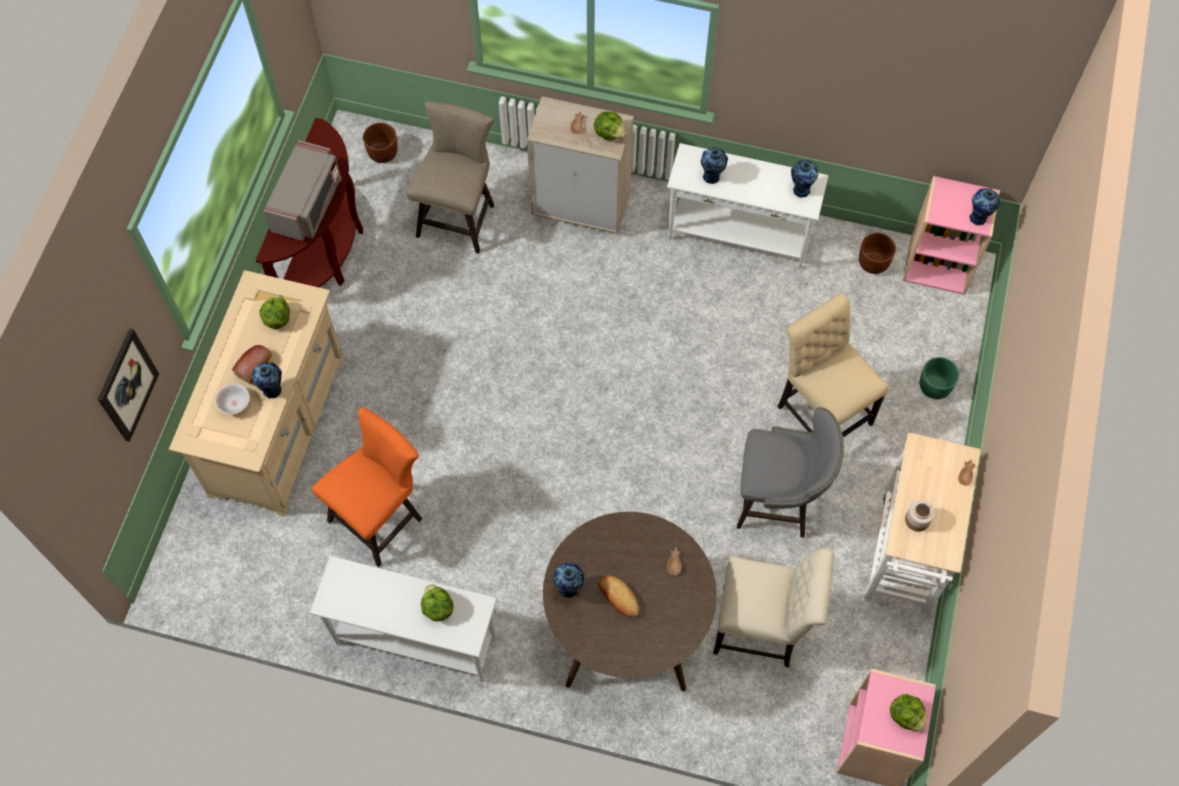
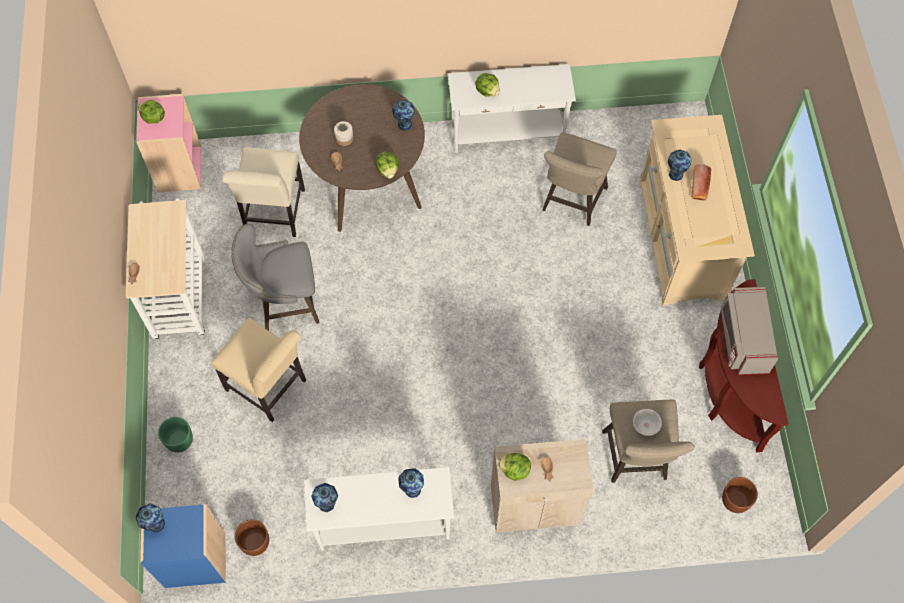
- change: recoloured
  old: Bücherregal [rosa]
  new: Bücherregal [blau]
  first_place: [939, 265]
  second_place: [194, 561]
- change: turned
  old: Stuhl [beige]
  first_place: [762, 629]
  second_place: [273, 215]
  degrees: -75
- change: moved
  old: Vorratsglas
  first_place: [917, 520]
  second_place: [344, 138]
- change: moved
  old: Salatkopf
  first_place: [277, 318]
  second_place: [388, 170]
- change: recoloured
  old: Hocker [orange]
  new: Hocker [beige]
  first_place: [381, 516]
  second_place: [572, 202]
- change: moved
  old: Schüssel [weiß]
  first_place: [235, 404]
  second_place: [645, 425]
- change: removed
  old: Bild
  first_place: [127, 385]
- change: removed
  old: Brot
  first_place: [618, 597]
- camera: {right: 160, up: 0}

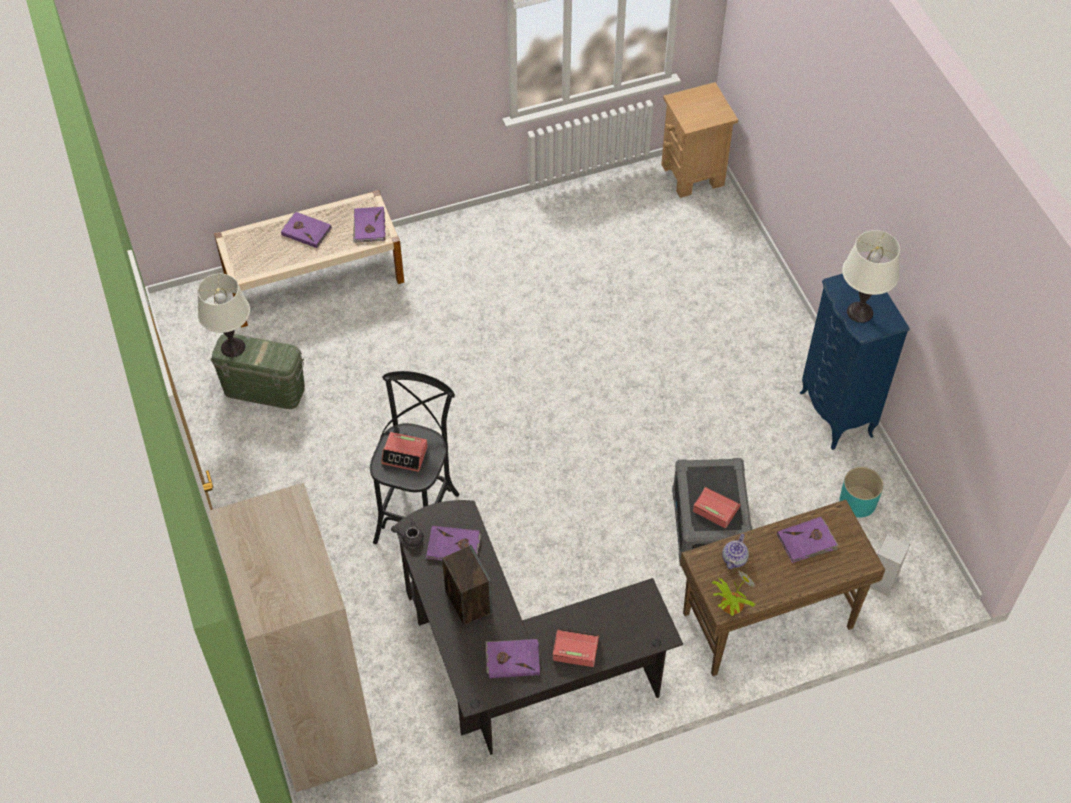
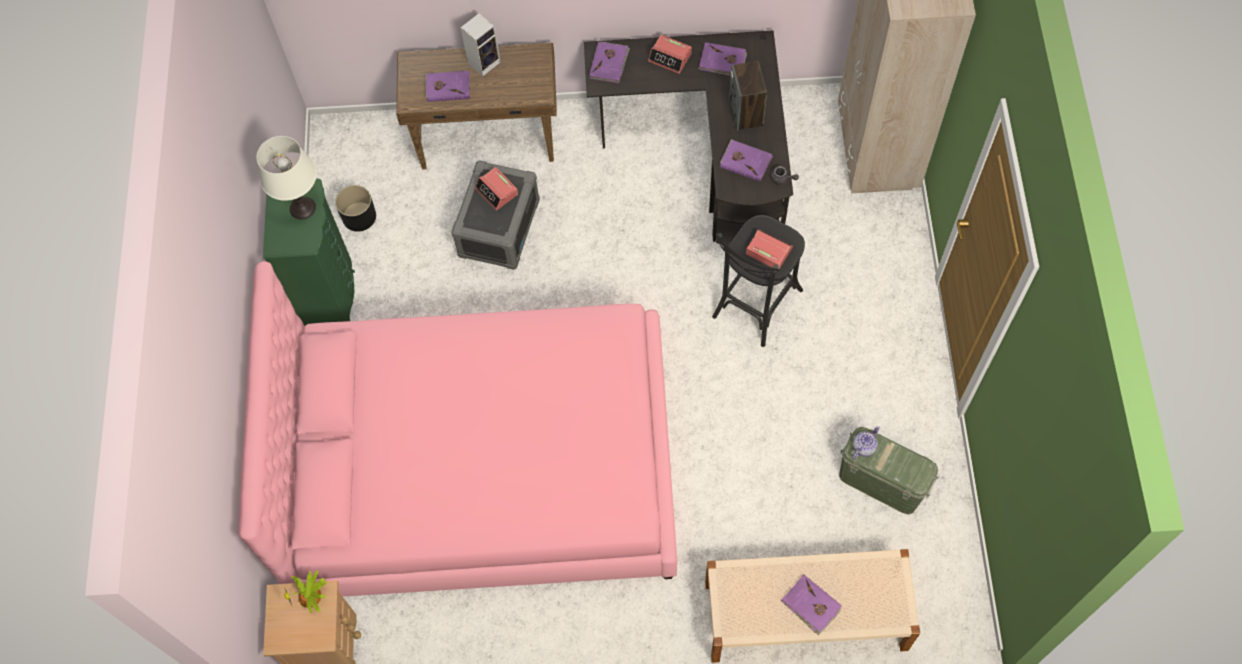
- change: added
  new: Bett [rosa]
  second_place: [482, 467]
- change: recoloured
  old: Kommode [blau]
  new: Kommode [grün]
  first_place: [833, 415]
  second_place: [334, 303]
- change: moved
  old: Topfpflanze
  first_place: [730, 604]
  second_place: [311, 596]
- change: recoloured
  old: Pflanzkübel [türkis]
  new: Pflanzkübel [schwarz]
  first_place: [857, 502]
  second_place: [359, 216]
- change: moved
  old: Lautsprecher
  first_place: [882, 582]
  second_place: [484, 61]
- change: moved
  old: Buch [lila]
  first_place: [369, 226]
  second_place: [609, 63]
- change: moved
  old: Teekanne
  first_place: [734, 559]
  second_place: [863, 446]
- change: removed
  old: Tischlampe [weiß]
  first_place: [232, 347]
- camera: {right: -160, up: 10}

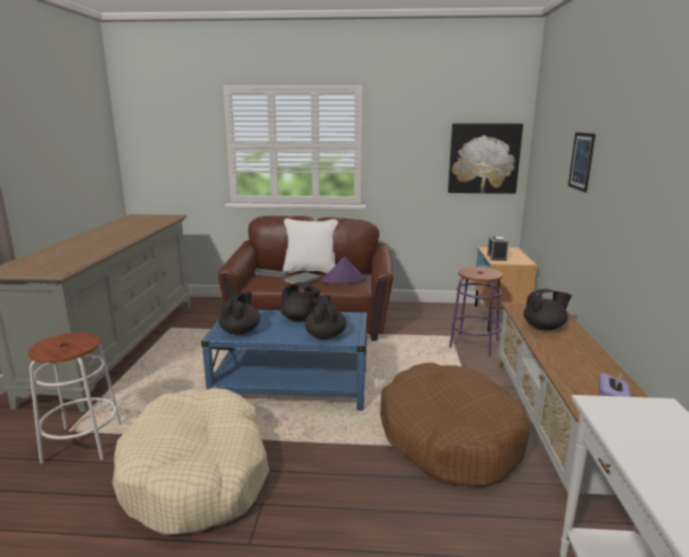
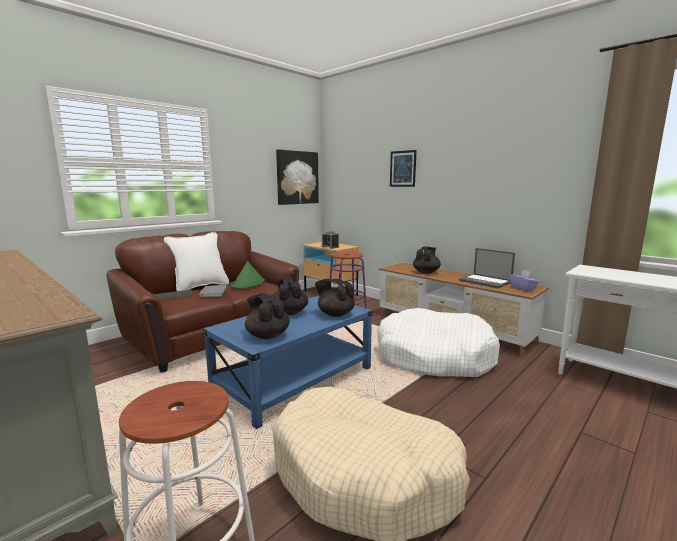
- change: recoloured
  old: Hut [lila]
  new: Hut [grün]
  first_place: [343, 280]
  second_place: [248, 284]
- change: turned
  old: Teekanne [schwarz]
  first_place: [300, 319]
  second_place: [289, 312]
  degrees: -90
- change: recoloured
  old: Hundebett [braun]
  new: Hundebett [weiß]
  first_place: [449, 438]
  second_place: [434, 356]
- change: added
  new: Laptop
  second_place: [486, 281]
- camera: {right: -50, up: -5}

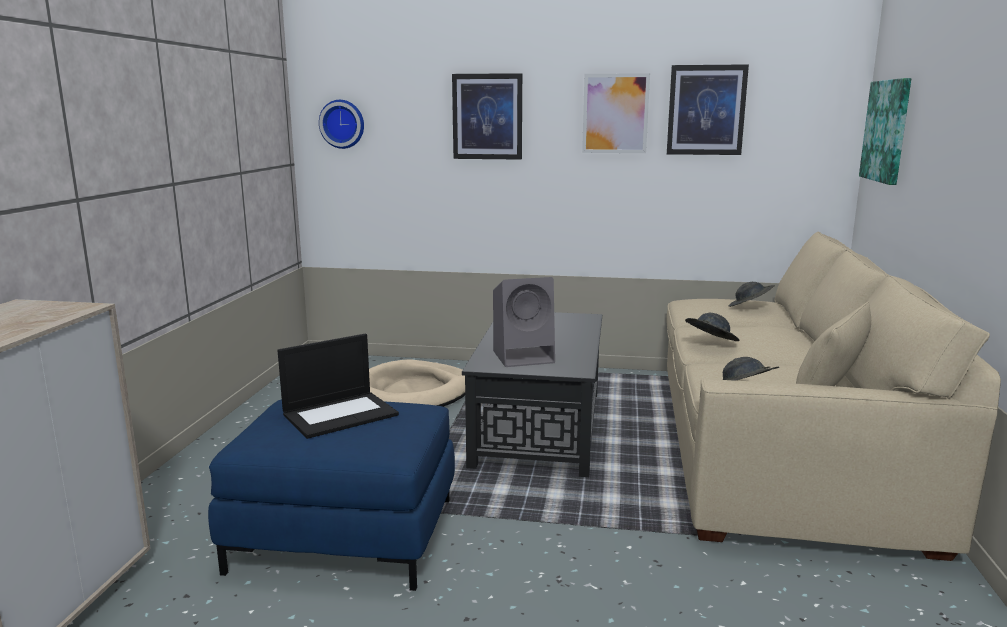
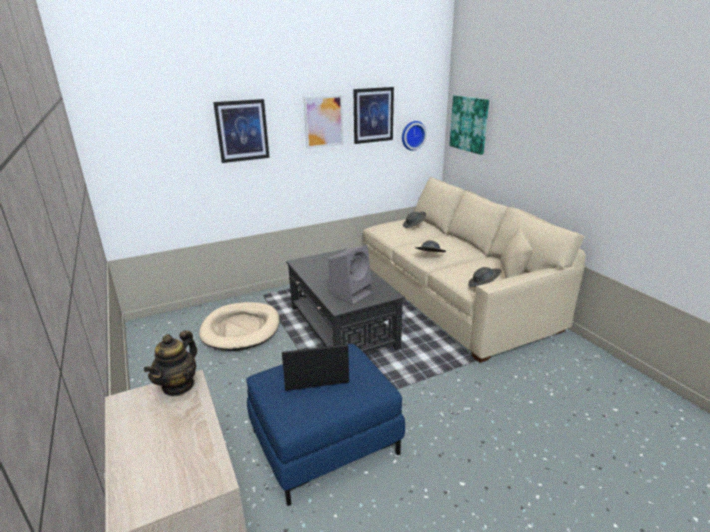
- change: added
  new: Teekanne
  second_place: [178, 386]
- change: turned
  old: Laptop
  first_place: [341, 414]
  second_place: [314, 374]
  degrees: -120
- change: moved
  old: Wanduhr
  first_place: [343, 124]
  second_place: [412, 135]
- camera: {right: -35, up: 10}

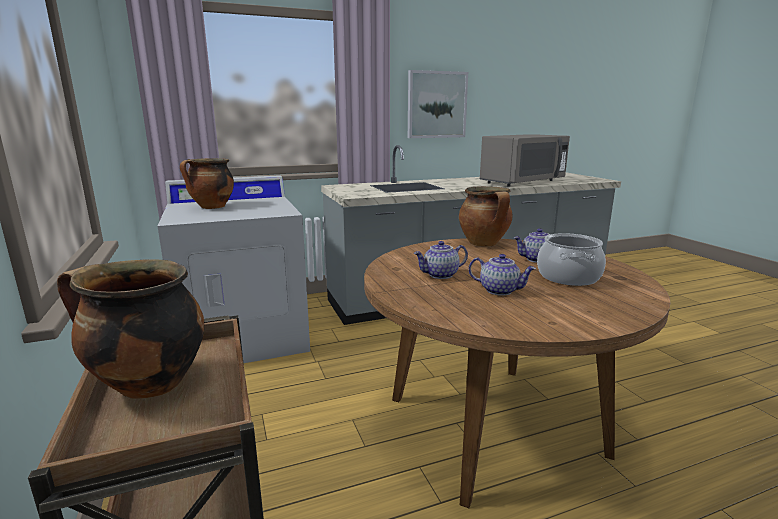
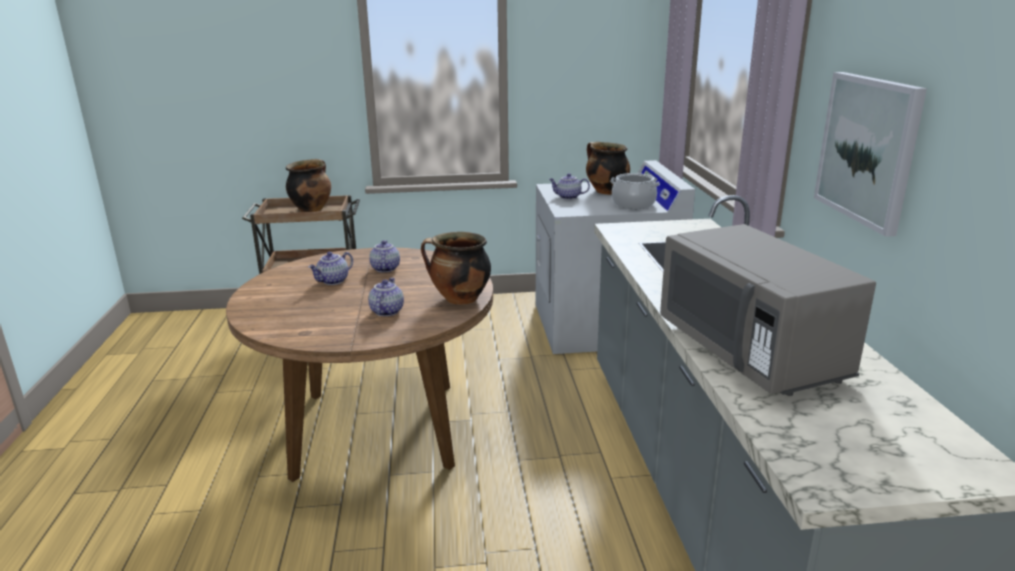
- change: added
  new: Teekanne
  second_place: [568, 197]
- change: moved
  old: Kochtopf
  first_place: [568, 277]
  second_place: [633, 204]
- camera: {right: 105, up: 5}

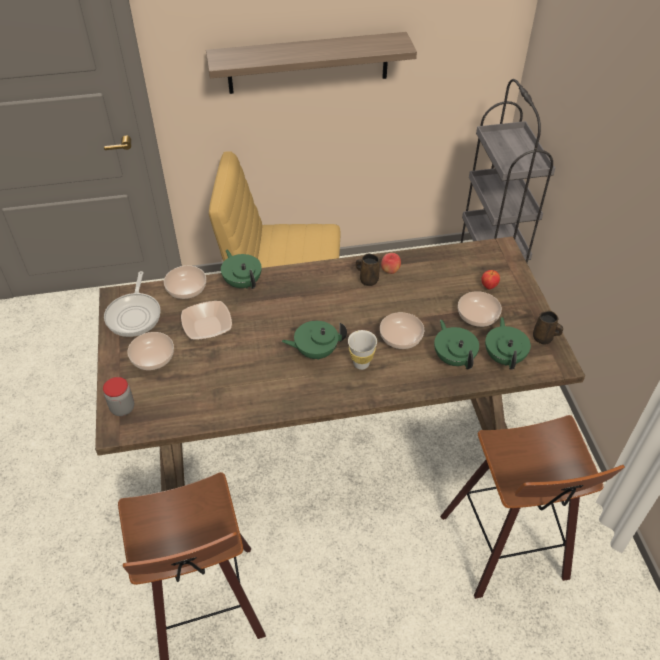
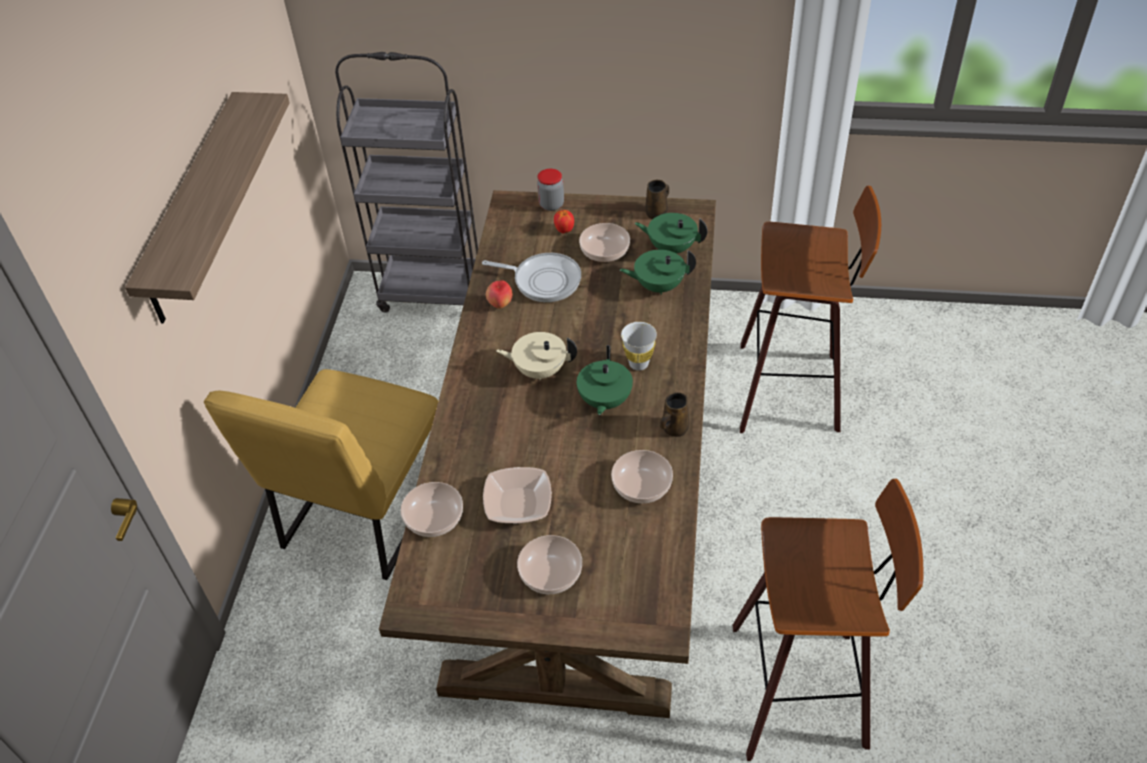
- change: moved
  old: Pfanne
  first_place: [134, 315]
  second_place: [543, 280]
- change: added
  new: Teekanne [beige]
  second_place: [539, 370]
- change: moved
  old: Vorratsglas
  first_place: [122, 408]
  second_place: [551, 204]
- change: moved
  old: Schüssel
  first_place: [400, 338]
  second_place: [643, 485]
- change: moved
  old: Henkelbecher [braun]
  first_place: [368, 280]
  second_place: [674, 429]
- change: removed
  old: Teekanne [grün]
  first_place: [243, 282]
- camera: {right: -70, up: 0}

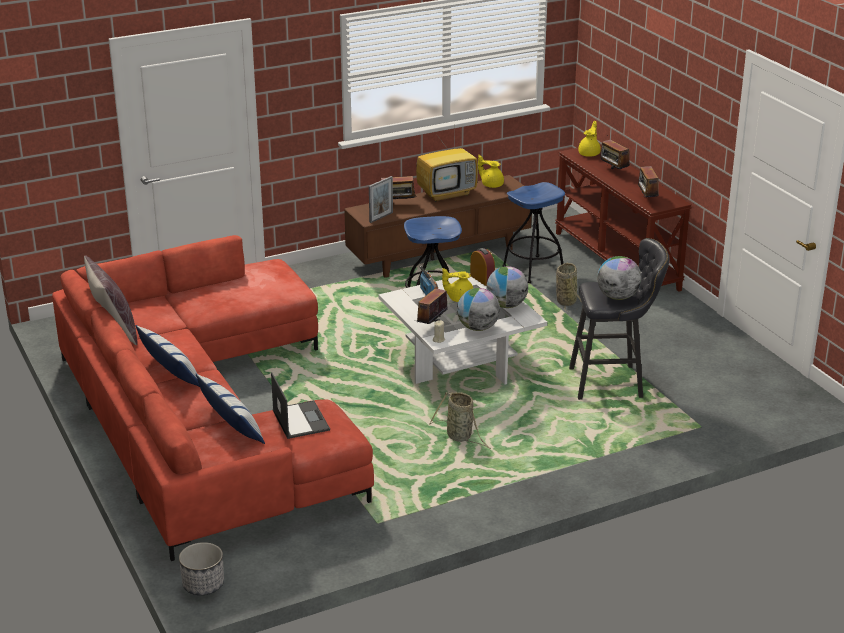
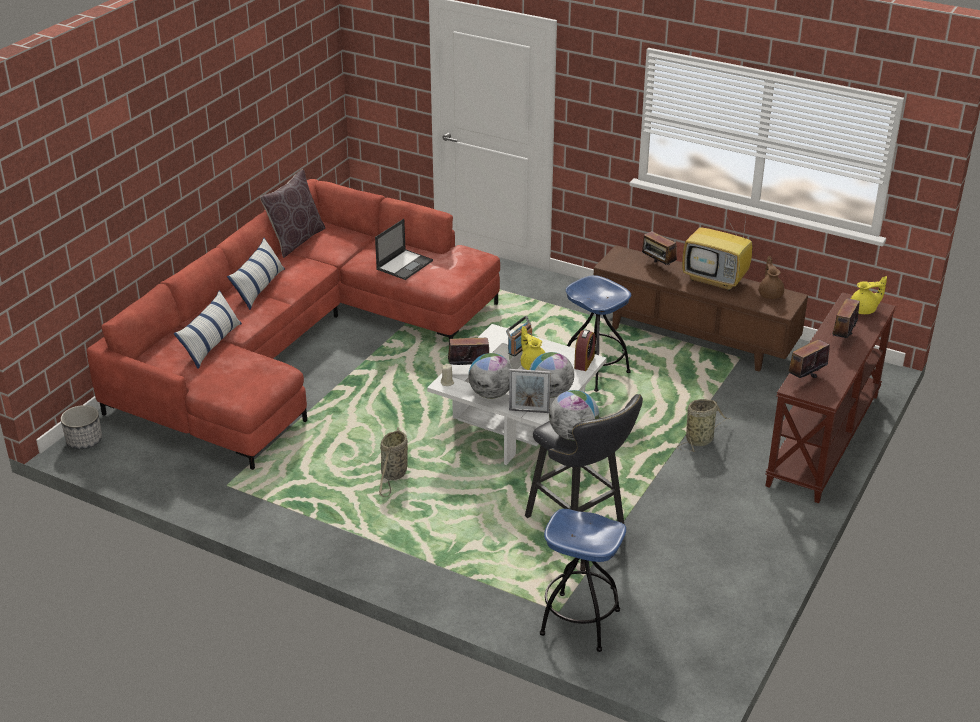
- change: moved
  old: Laptop
  first_place: [300, 420]
  second_place: [404, 264]
- change: moved
  old: Bilderrahmen
  first_place: [381, 217]
  second_place: [529, 411]
- change: moved
  old: Hocker [blau]
  first_place: [533, 269]
  second_place: [579, 621]
- change: recoloured
  old: Teekanne [gelb]
  new: Teekanne [braun]
  first_place: [491, 184]
  second_place: [770, 294]
- camera: {right: 55, up: 5}

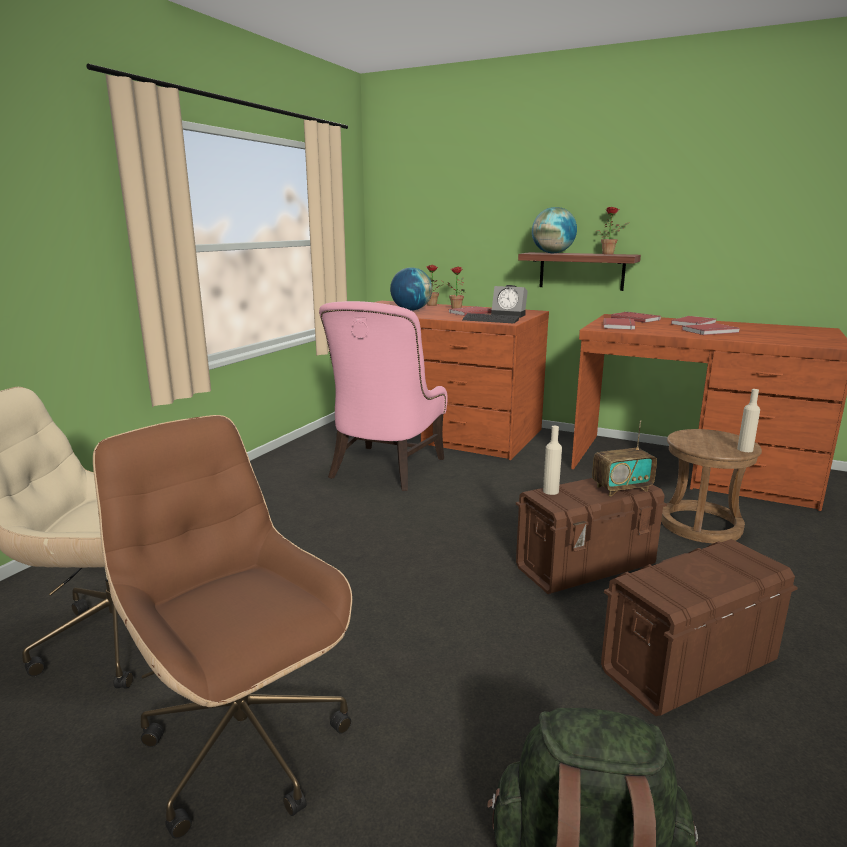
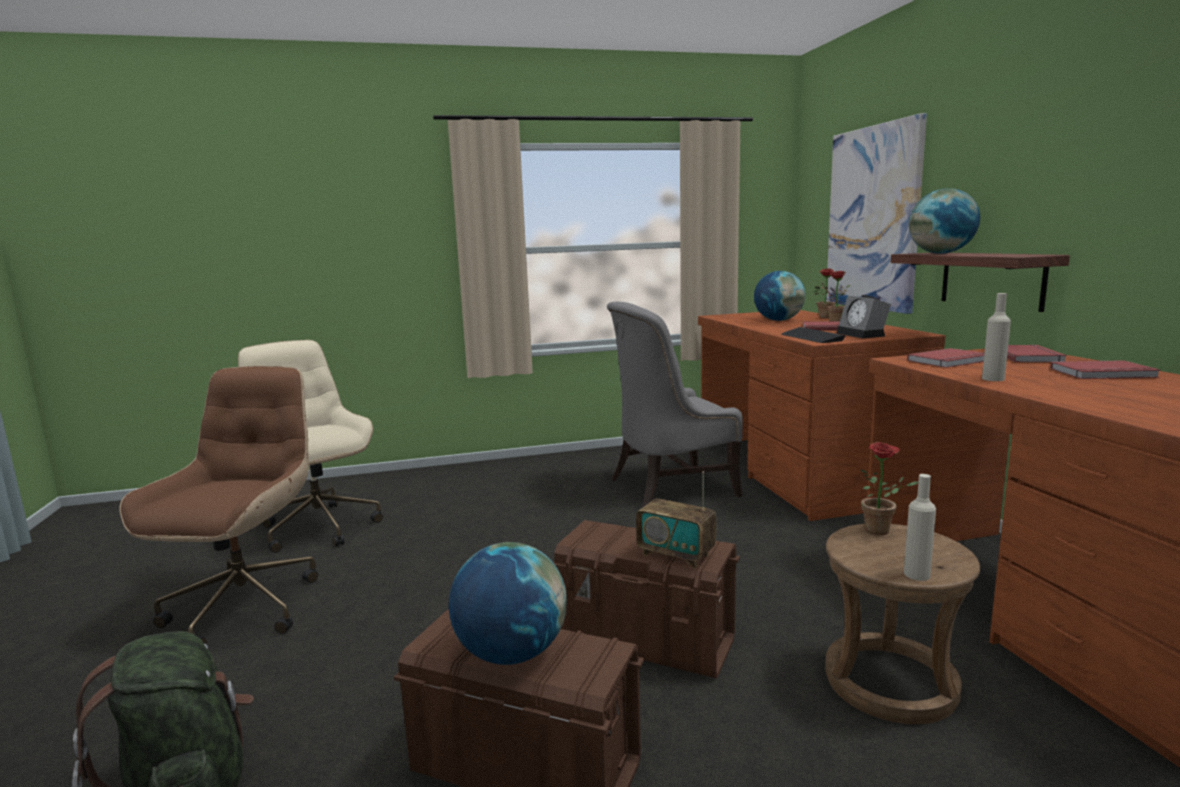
- change: added
  new: Globus
  second_place: [511, 653]
- change: recoloured
  old: Stuhl [rosa]
  new: Stuhl [grau]
  first_place: [385, 468]
  second_place: [670, 487]
- change: added
  new: Bild
  second_place: [873, 219]
- change: moved
  old: Topfpflanze
  first_place: [610, 253]
  second_place: [882, 531]
- change: moved
  old: Flasche [beige]
  first_place: [550, 491]
  second_place: [993, 379]
- change: removed
  old: Buch [rot]
  first_place: [711, 331]
- camera: {right: 50, up: -5}

